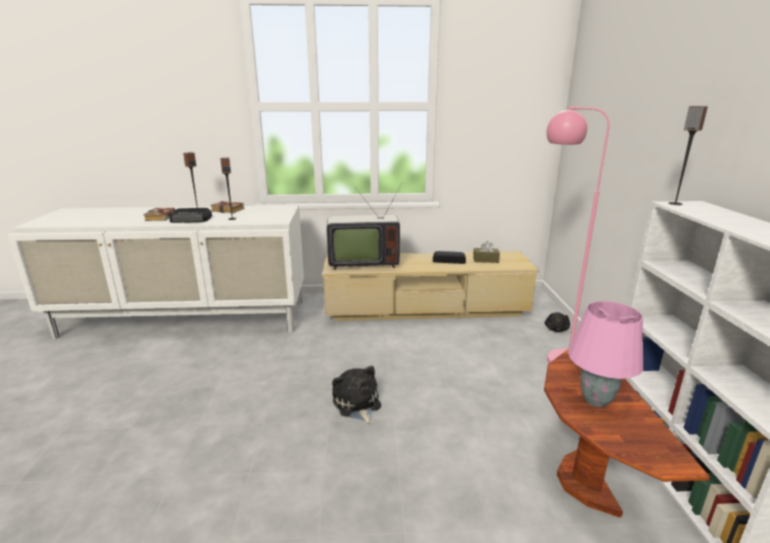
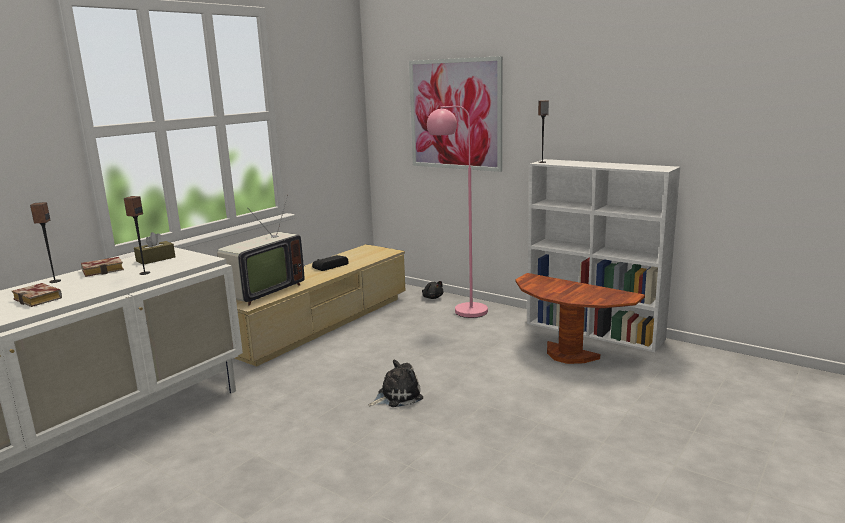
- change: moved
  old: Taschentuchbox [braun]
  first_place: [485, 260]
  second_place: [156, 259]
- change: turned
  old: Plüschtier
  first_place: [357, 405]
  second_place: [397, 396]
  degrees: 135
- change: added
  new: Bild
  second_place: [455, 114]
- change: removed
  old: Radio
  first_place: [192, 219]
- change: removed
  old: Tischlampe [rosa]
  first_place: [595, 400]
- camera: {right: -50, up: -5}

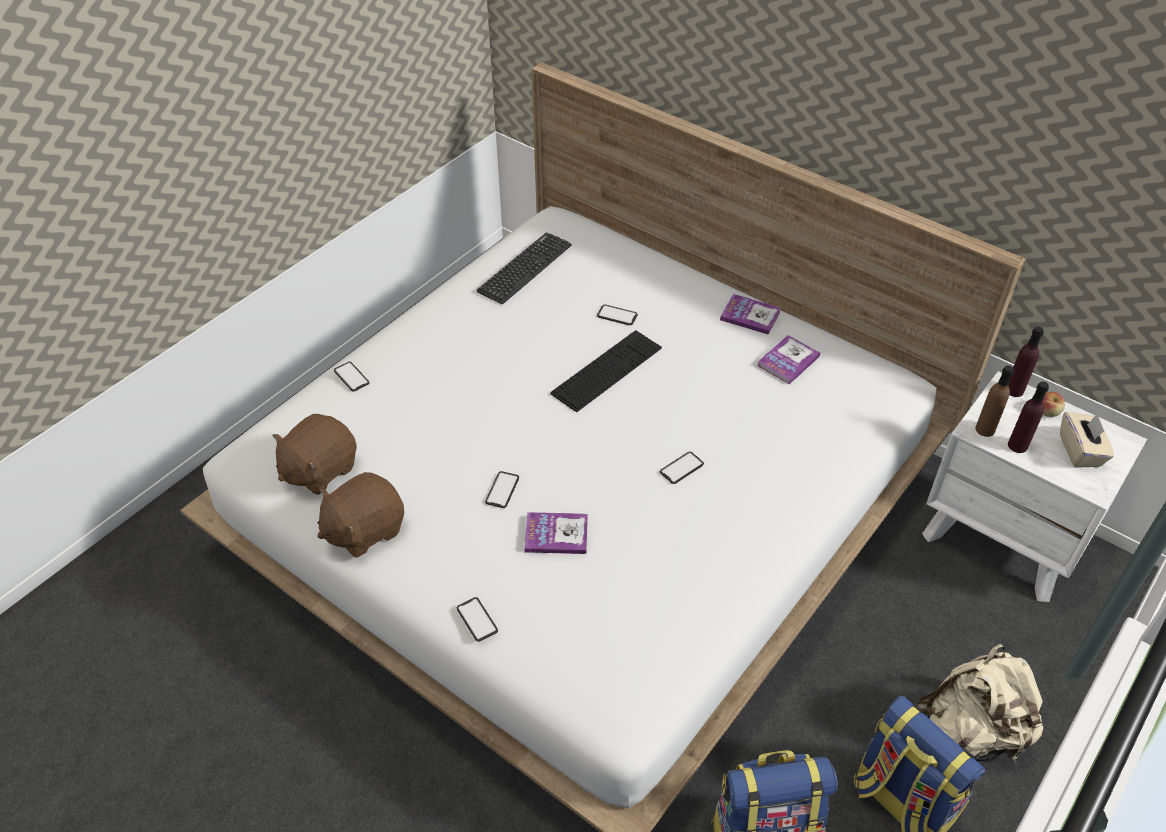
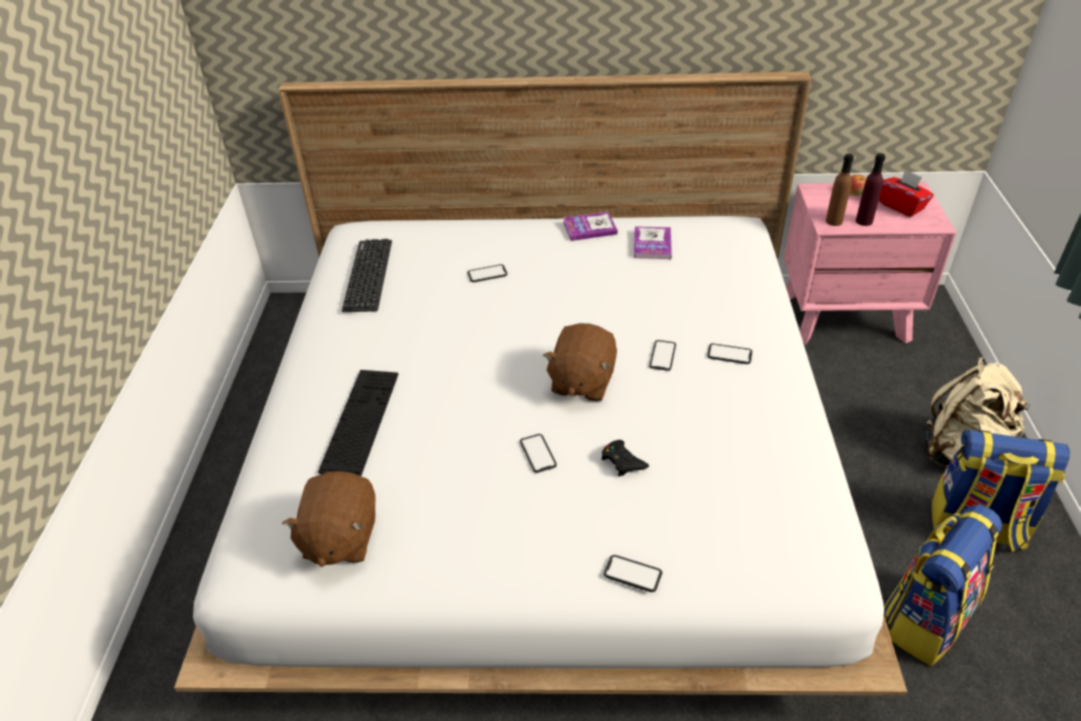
- change: moved
  old: Tastatur
  first_place: [607, 370]
  second_place: [360, 421]
- change: moved
  old: Plüschtier [braun]
  first_place: [364, 530]
  second_place: [581, 381]
- change: replaced
  old: Buch
  new: Gamepad [schwarz]
  first_place: [556, 534]
  second_place: [622, 461]
- change: moved
  old: Handy
  first_place: [351, 377]
  second_place: [729, 354]
- change: recoloured
  old: Nachttisch [weiß]
  new: Nachttisch [rosa]
  first_place: [1004, 538]
  second_place: [845, 316]
- change: recoloured
  old: Taschentuchbox [beige]
  new: Taschentuchbox [rot]
  first_place: [1080, 451]
  second_place: [901, 206]
- change: removed
  old: Flasche [lila]
  first_place: [1014, 390]
- camera: {right: -35, up: -5}

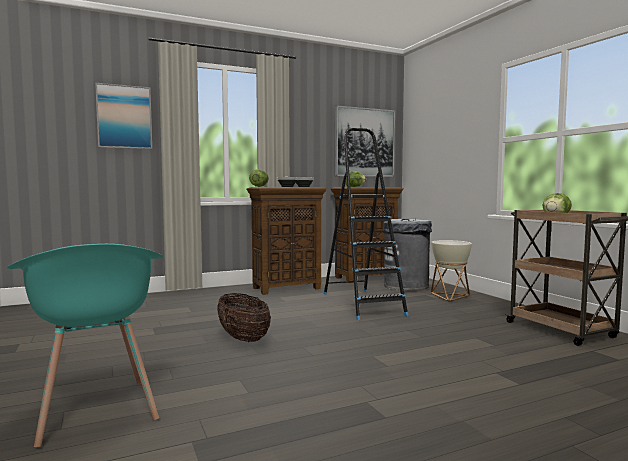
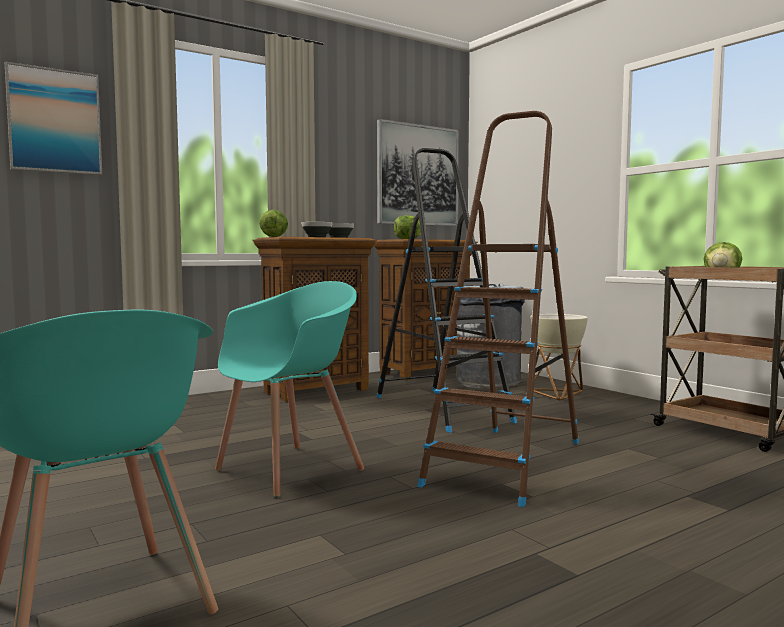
- change: replaced
  old: Korb
  new: Stuhl [türkis]
  first_place: [243, 338]
  second_place: [290, 469]
- change: added
  new: Trittleiter [braun]
  second_place: [506, 462]
- camera: {right: -10, up: 0}

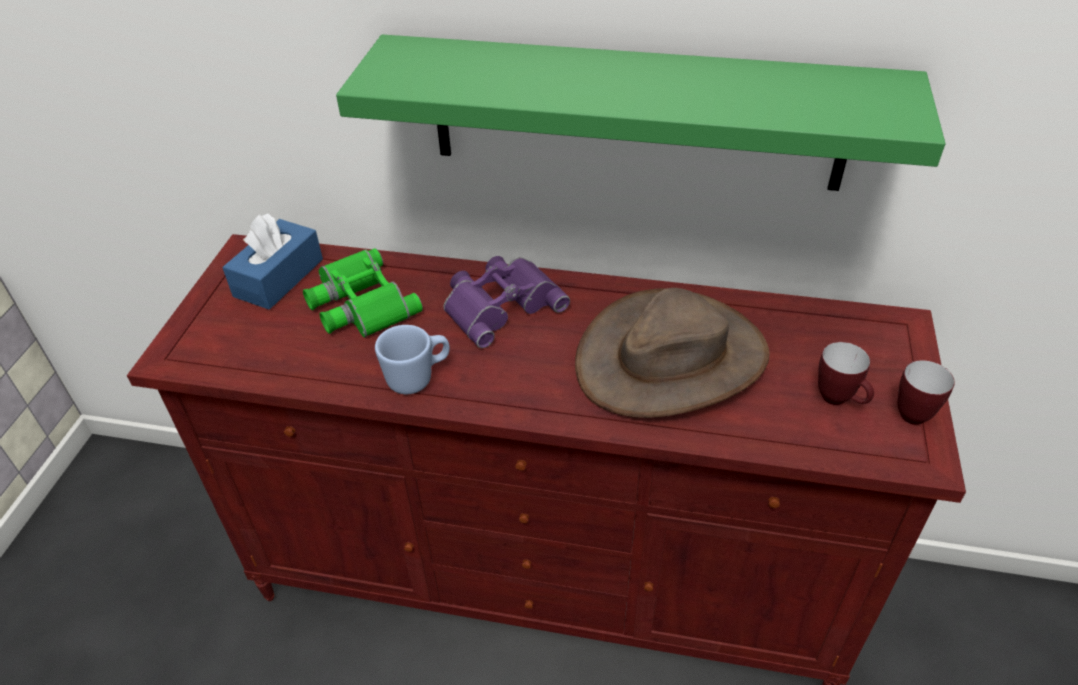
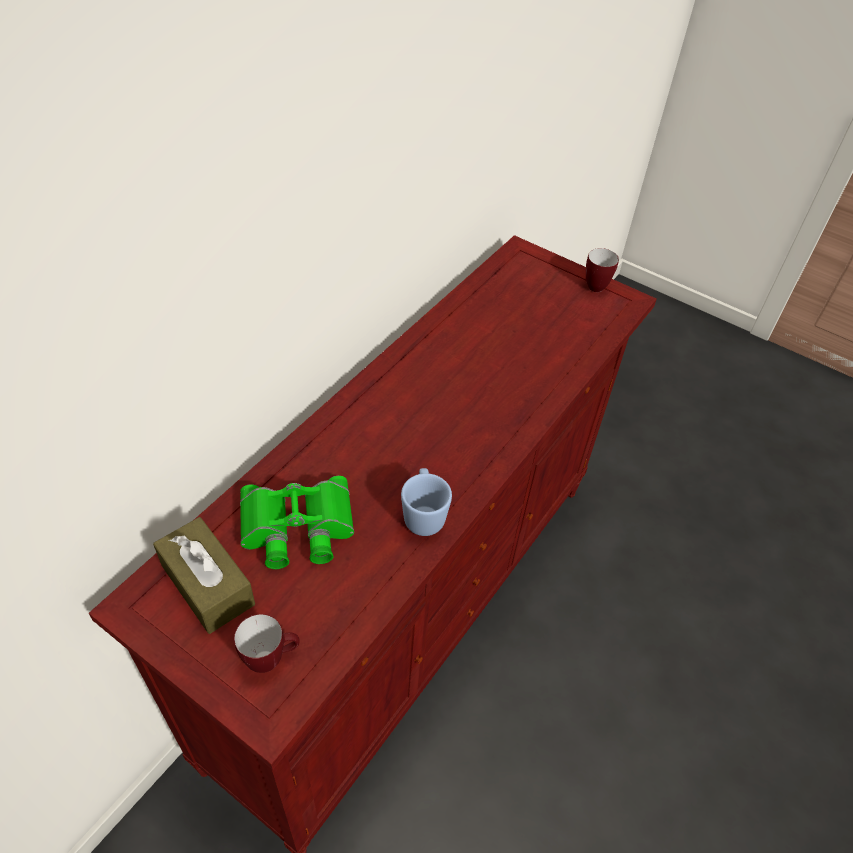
- change: recoloured
  old: Taschentuchbox [blau]
  new: Taschentuchbox [braun]
  first_place: [279, 278]
  second_place: [207, 585]
- change: moved
  old: Henkelbecher
  first_place: [839, 400]
  second_place: [271, 658]
- change: removed
  old: Wandregal [grün]
  first_place: [636, 113]
- change: removed
  old: Fernglas [lila]
  first_place: [501, 304]
- change: removed
  old: Hut [braun]
  first_place: [671, 358]
- camera: {right: -70, up: 5}

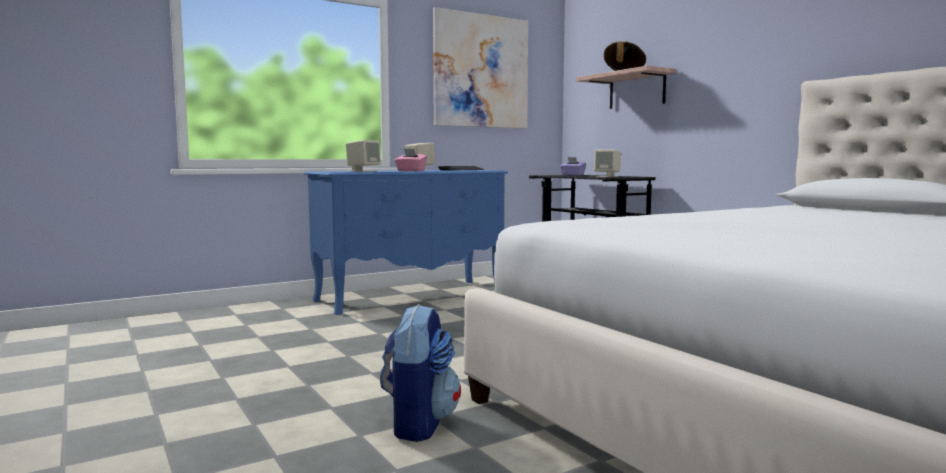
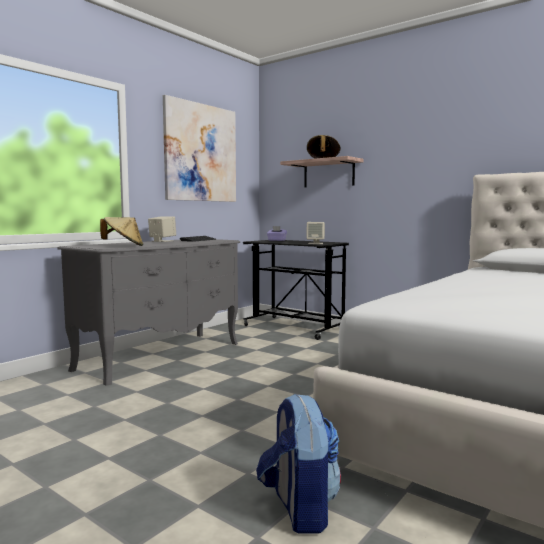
- change: recoloured
  old: Kommode [blau]
  new: Kommode [grau]
  first_place: [413, 297]
  second_place: [164, 356]
- change: replaced
  old: Lautsprecher [beige]
  new: Hut [beige]
  first_place: [363, 171]
  second_place: [124, 246]
- change: removed
  old: Taschentuchbox [rosa]
  first_place: [410, 171]
- camera: {right: -20, up: 0}

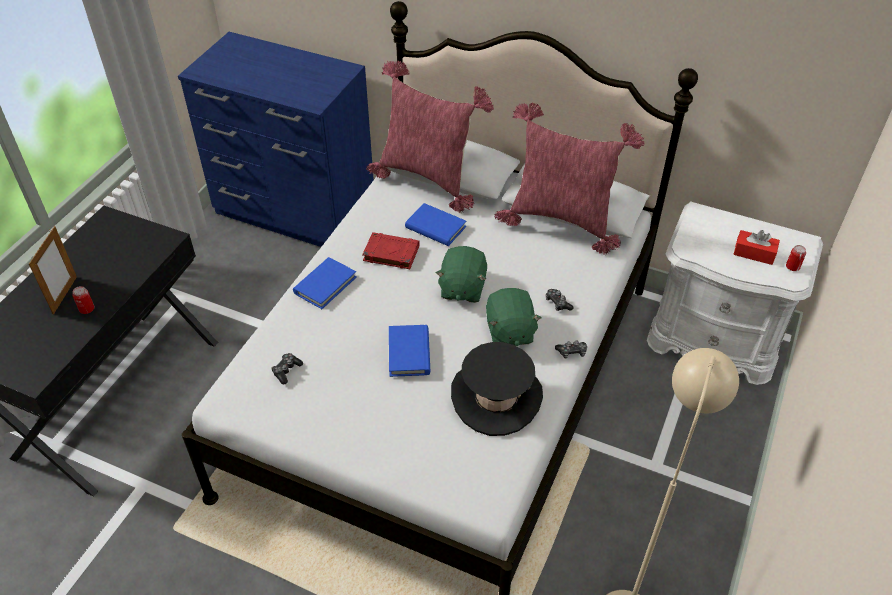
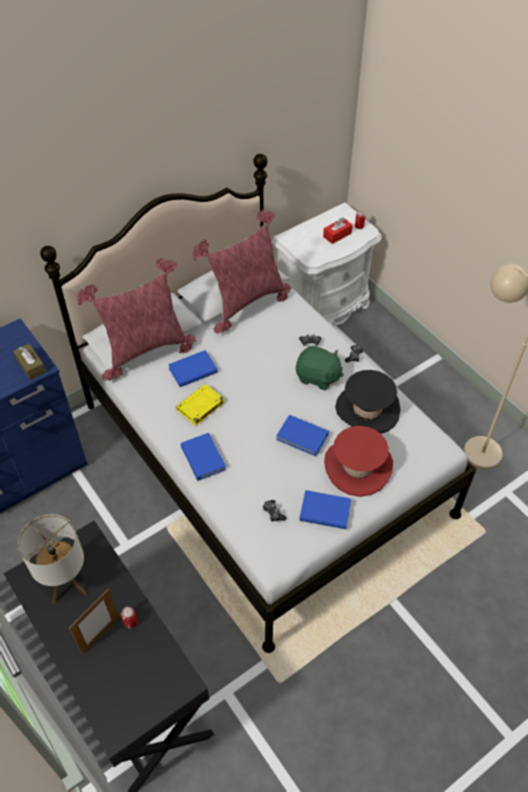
- change: added
  new: Taschentuchbox [braun]
  second_place: [31, 366]
- change: added
  new: Tischlampe
  second_place: [67, 584]
- change: turned
  old: Bilderrahmen
  first_place: [65, 295]
  second_place: [100, 635]
  degrees: 90
- change: recoloured
  old: Buch [rot]
  new: Buch [gelb]
  first_place: [390, 253]
  second_place: [200, 407]
- change: added
  new: Buch [blau]
  second_place: [325, 511]
- change: added
  new: Hut [rot]
  second_place: [357, 467]
- change: removed
  old: Plüschtier [grün]
  first_place: [462, 288]
- camera: {right: -60, up: 5}

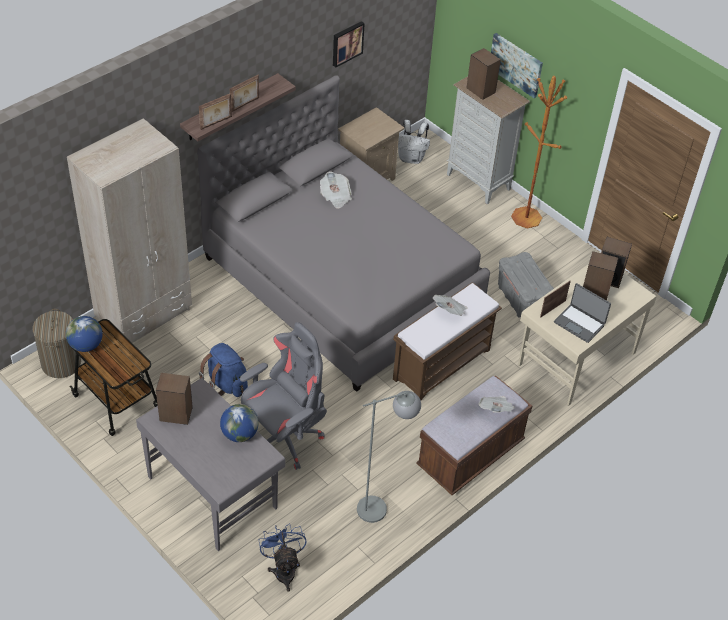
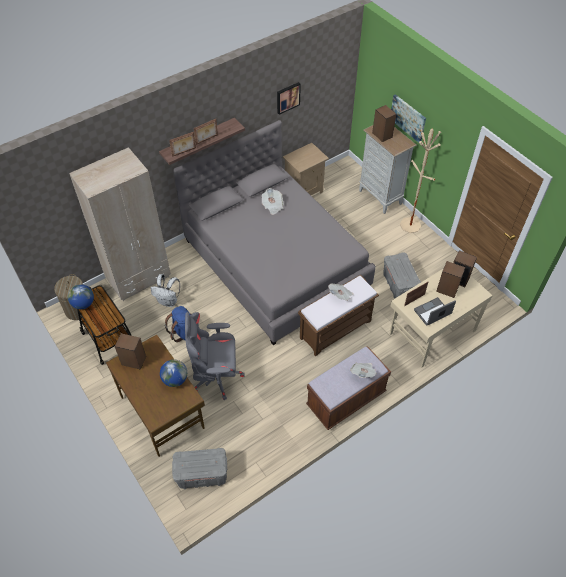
- change: recoloured
  old: Schreibtisch [grau]
  new: Schreibtisch [braun]
  first_place: [212, 491]
  second_place: [162, 411]
- change: moved
  old: Rucksack [weiß]
  first_place: [411, 158]
  second_place: [168, 301]
- change: replaced
  old: Ventilator [blau]
  new: Aufbewahrungsbox [grau]
  first_place: [284, 569]
  second_place: [201, 475]
- change: turned
  old: Bürostuhl [grau]
  first_place: [283, 439]
  second_place: [217, 376]
  degrees: -150
- change: recoloured
  old: Kleiderständer [orange]
  new: Kleiderständer [beige]
  first_place: [526, 217]
  second_place: [410, 225]
- change: turned
  old: Laptop
  first_place: [579, 323]
  second_place: [432, 312]
  degrees: 105
- change: removed
  old: Stehlampe [grau]
  first_place: [381, 506]
- camera: {right: 10, up: 5}

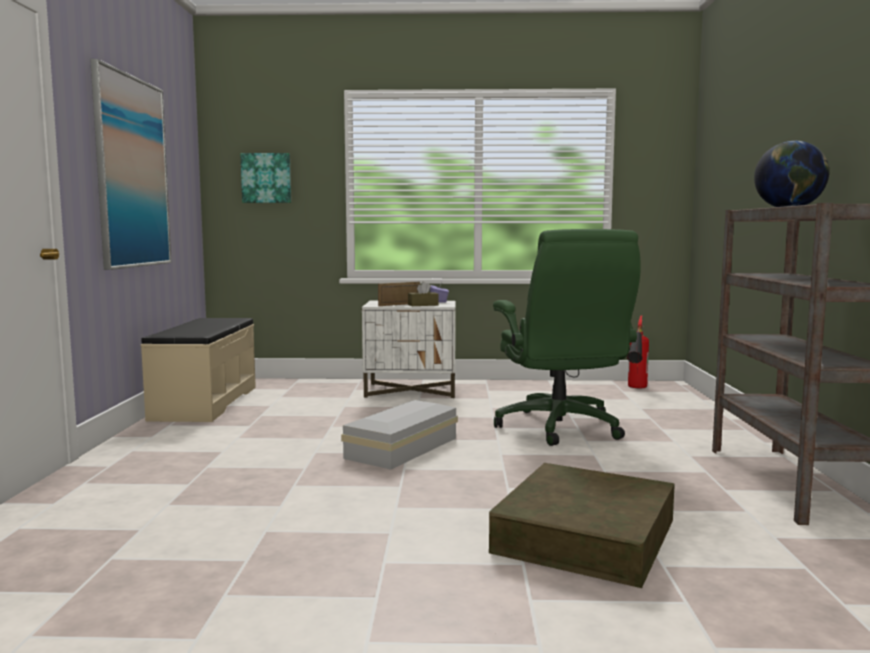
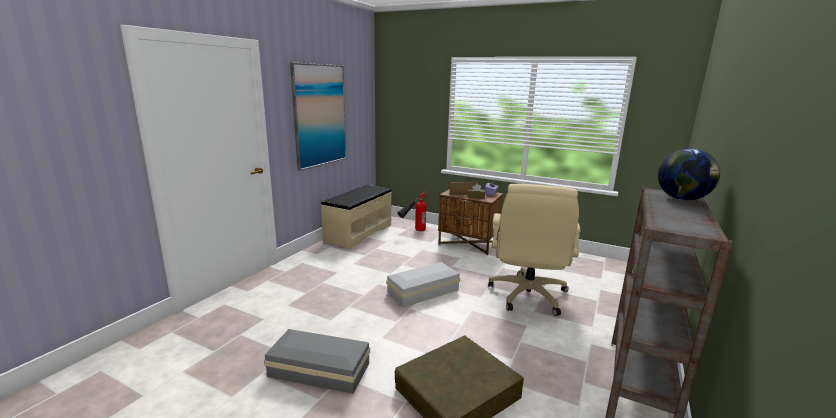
- change: added
  new: Aufbewahrungsbox [grau]
  second_place: [318, 368]
- change: moved
  old: Feuerlöscher
  first_place: [635, 390]
  second_place: [413, 231]
- change: recoloured
  old: Nachttisch [weiß]
  new: Nachttisch [braun]
  first_place: [411, 391]
  second_place: [469, 243]
- change: recoloured
  old: Bürostuhl [grün]
  new: Bürostuhl [beige]
  first_place: [561, 430]
  second_place: [527, 298]
- change: removed
  old: Bild
  first_place: [266, 178]
- camera: {right: 25, up: 10}

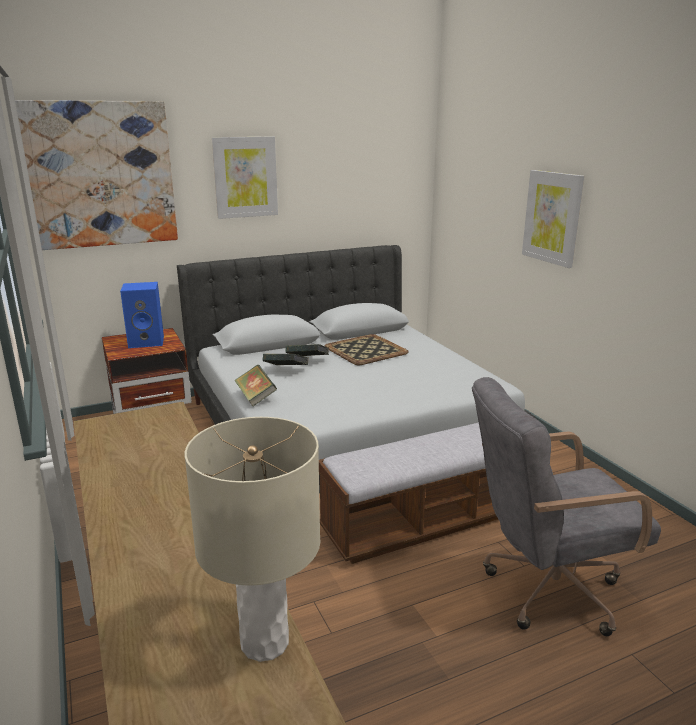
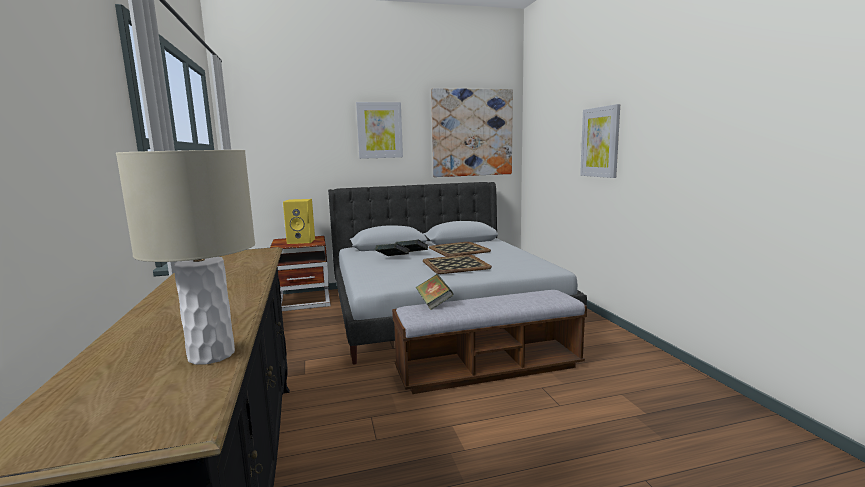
- change: recoloured
  old: Lautsprecher [blau]
  new: Lautsprecher [gelb]
  first_place: [147, 341]
  second_place: [302, 241]
- change: moved
  old: Buch
  first_place: [256, 397]
  second_place: [434, 303]
- change: added
  new: Tablett
  second_place: [455, 264]
- change: moved
  old: Bild
  first_place: [100, 175]
  second_place: [472, 133]
- change: removed
  old: Bürostuhl [grau]
  first_place: [545, 593]
- camera: {right: 10, up: -10}

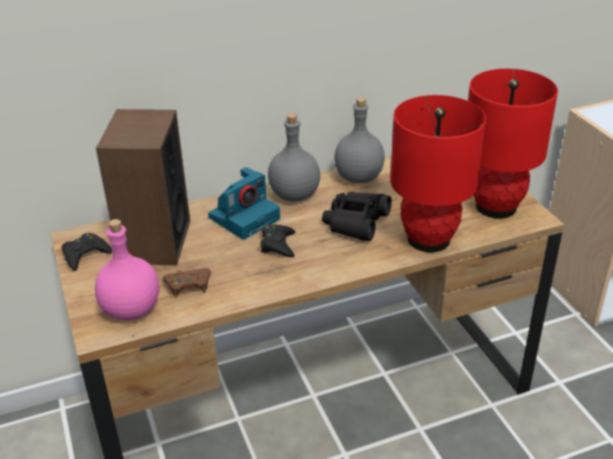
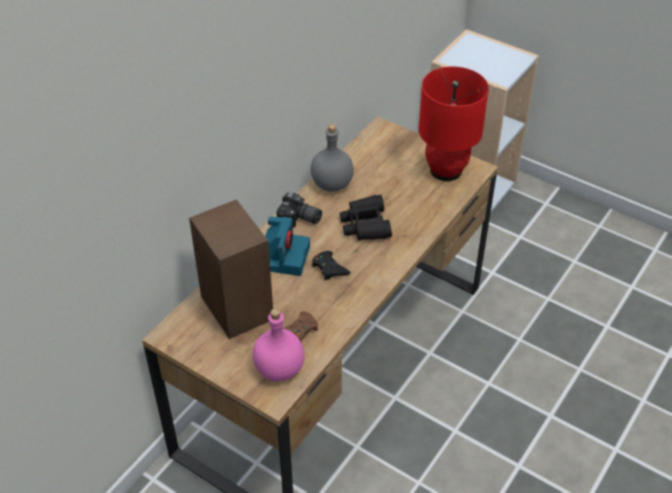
- change: replaced
  old: Flasche [grau]
  new: Kamera
  first_place: [294, 194]
  second_place: [299, 220]
- change: removed
  old: Gamepad [schwarz]
  first_place: [85, 255]
- change: removed
  old: Tischlampe [rot]
  first_place: [428, 239]
- camera: {right: -35, up: 10}

